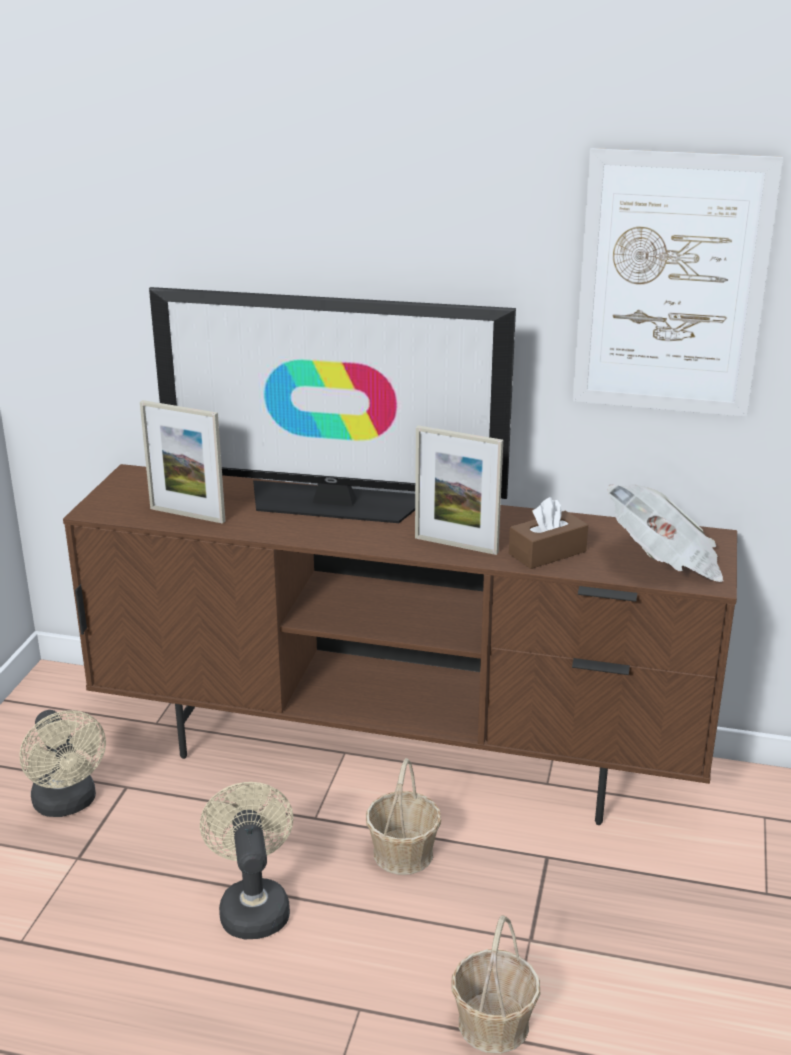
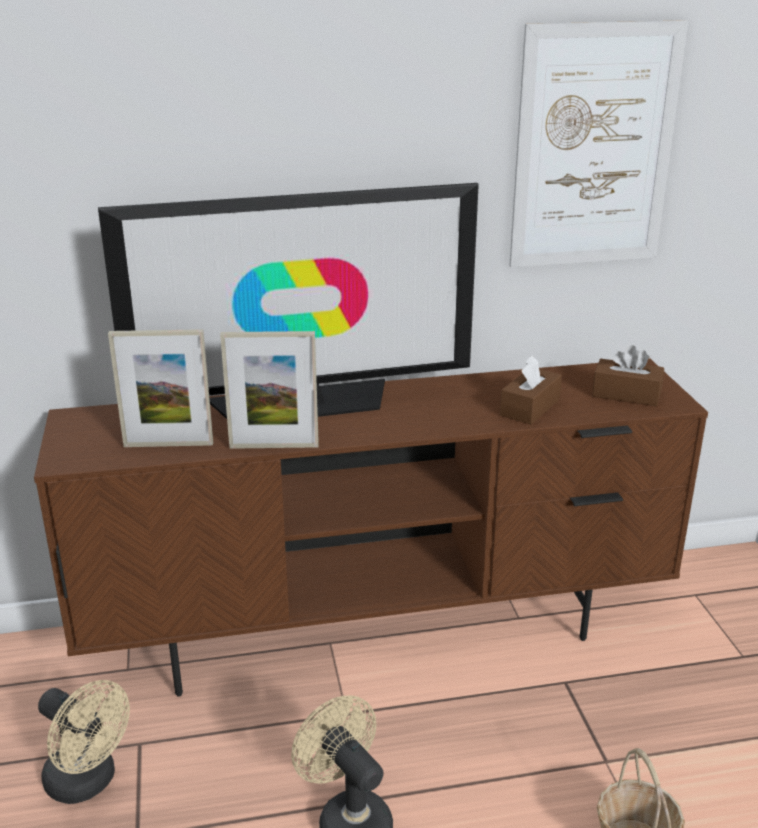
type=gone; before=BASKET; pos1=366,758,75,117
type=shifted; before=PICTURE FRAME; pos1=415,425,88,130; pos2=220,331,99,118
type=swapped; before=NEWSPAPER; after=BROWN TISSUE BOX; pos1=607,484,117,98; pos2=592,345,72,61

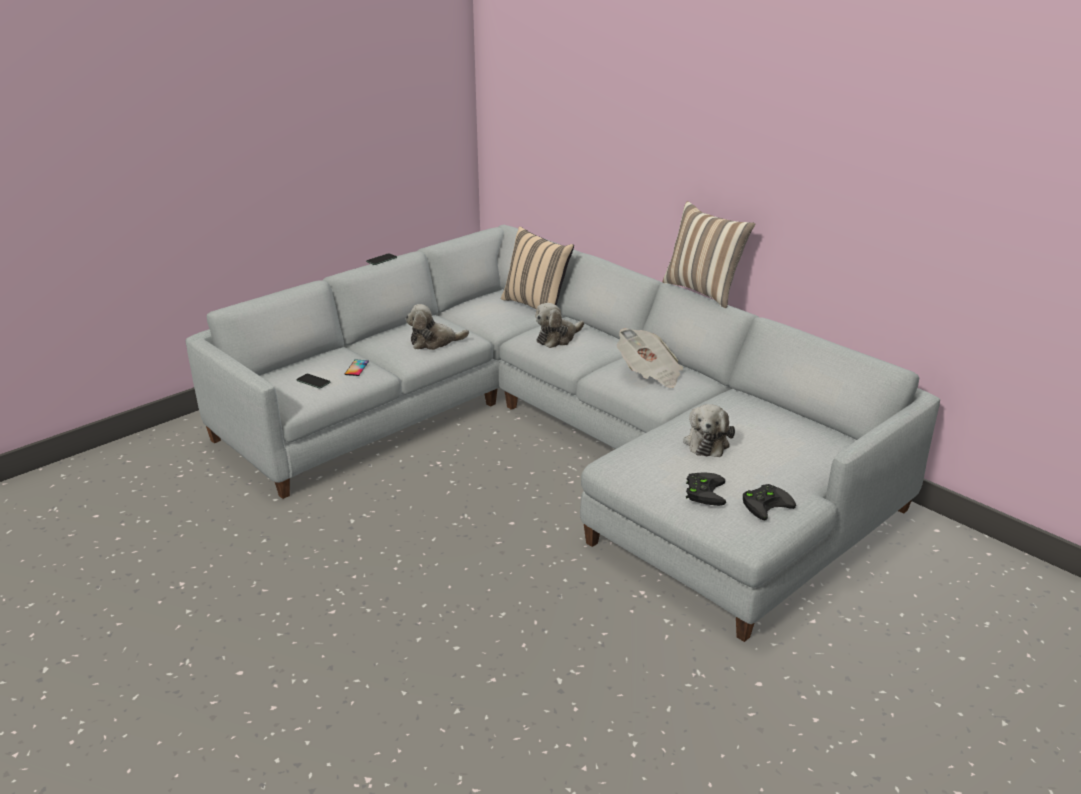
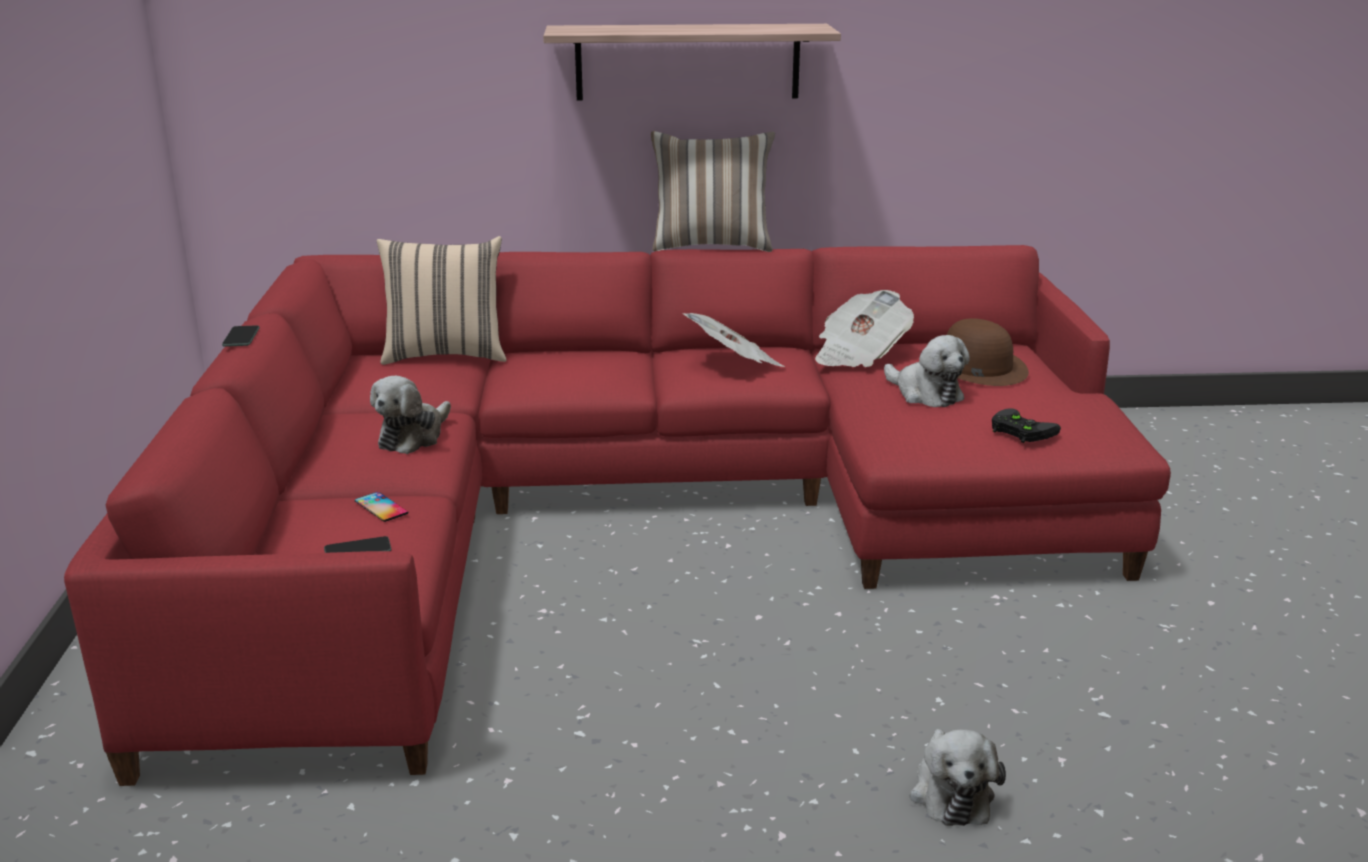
type=gone; before=BLACK GAME CONTROLLER; pos1=743,484,53,36
type=new; after=SHELF; pos2=543,24,298,77
type=new; after=NEWSPAPER; pos2=815,290,99,77
type=new; after=BROWN HAT; pos2=946,318,83,68
type=shifted; before=PLUSH TOY; pos1=535,303,49,45; pos2=910,729,96,97
type=repainted; before=GREY SOFA; after=RED SOFA; pos1=185,225,755,417; pos2=64,245,1107,541

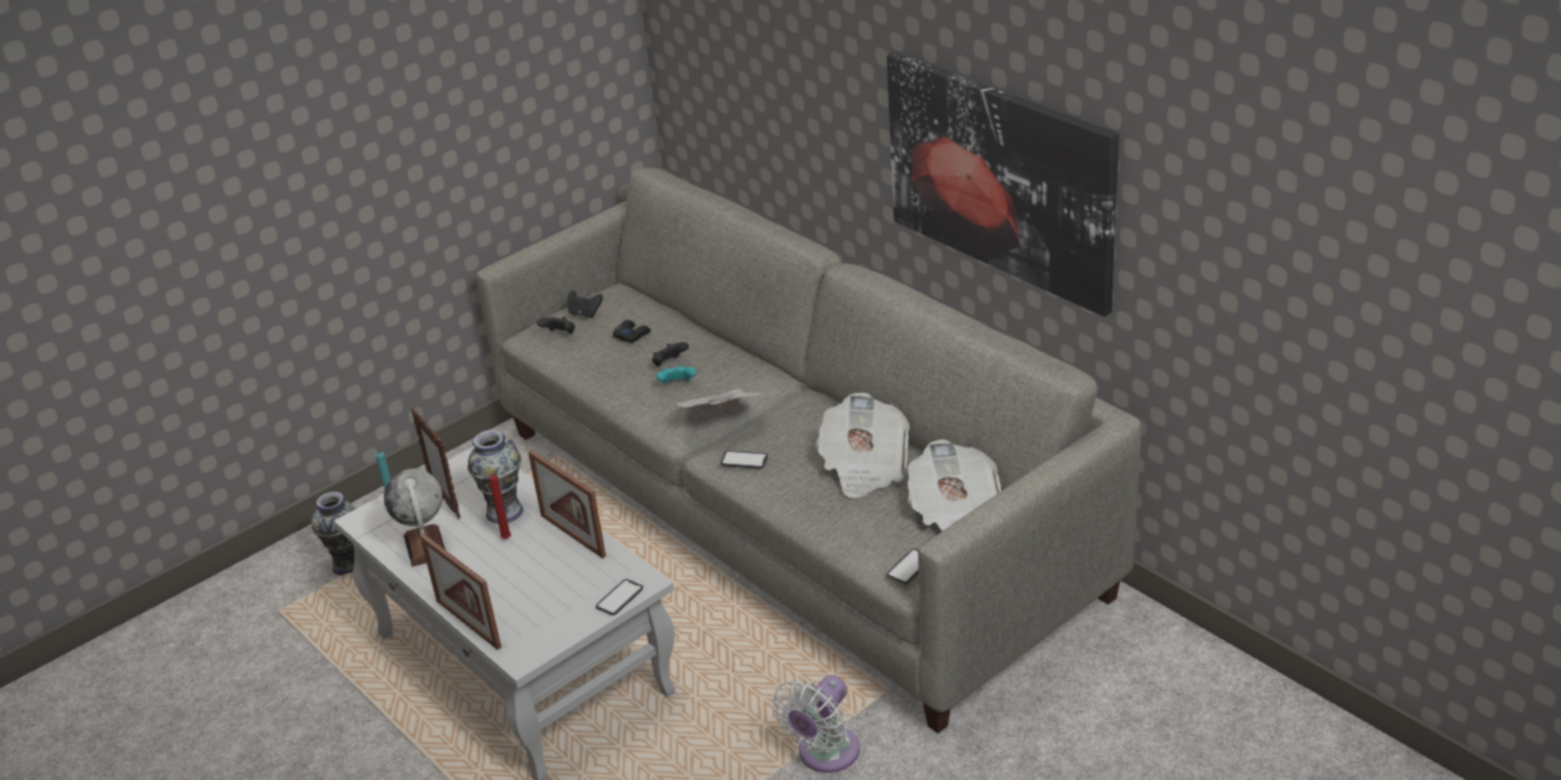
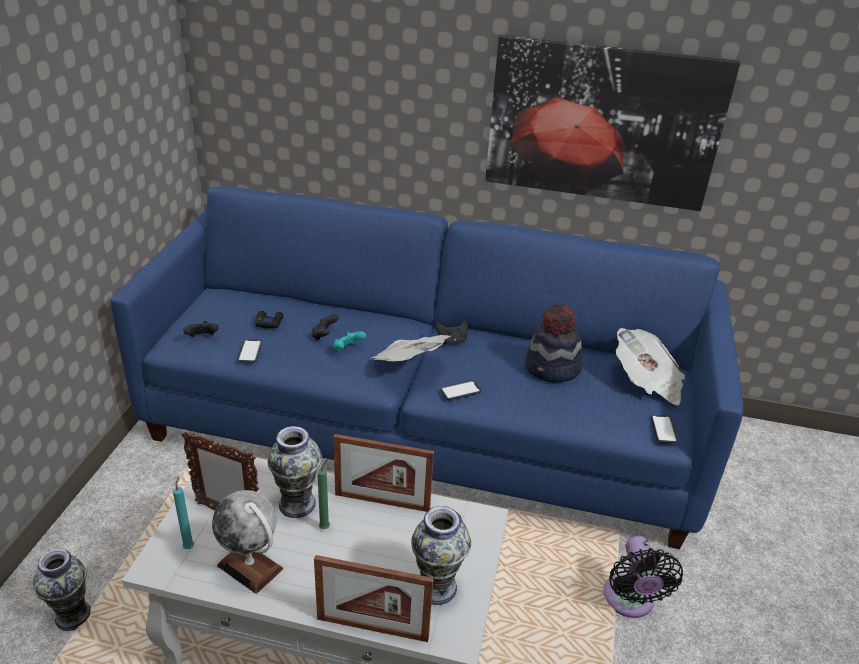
type=new; after=VASE; pos2=411,506,60,99
type=shifted; before=BLACK GAME CONTROLLER; pos1=567,290,36,28; pos2=435,320,33,24
type=shifted; before=PHONE; pos1=596,579,47,36; pos2=237,339,25,24
type=swapped; before=NEWSPAPER; after=HAT; pos1=816,393,94,105; pos2=525,304,58,79
type=repainted; before=GREY SOFA; after=BLUE SOFA; pos1=476,168,665,565; pos2=111,186,633,363
type=repainted; before=RED CANDLE; after=GREEN CANDLE; pos1=489,467,22,72; pos2=317,459,13,70
type=repainted; before=WHITE FAN; after=BLACK FAN; pos1=772,675,88,98; pos2=604,536,79,82

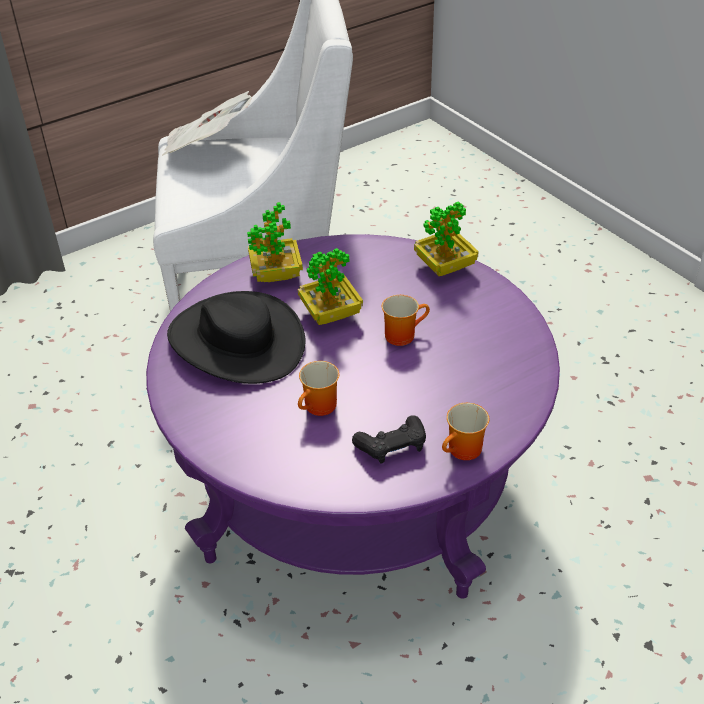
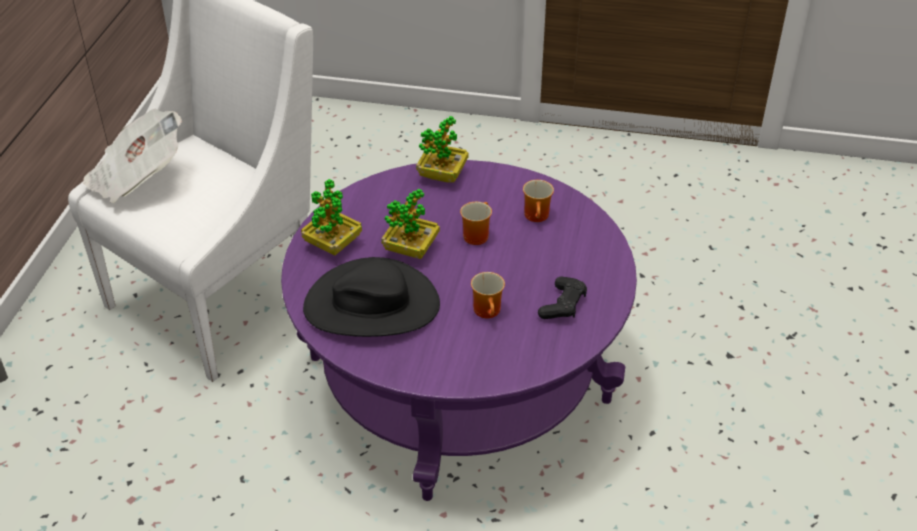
type=shifted; before=MUG; pos1=442,403,47,57; pos2=523,180,31,42

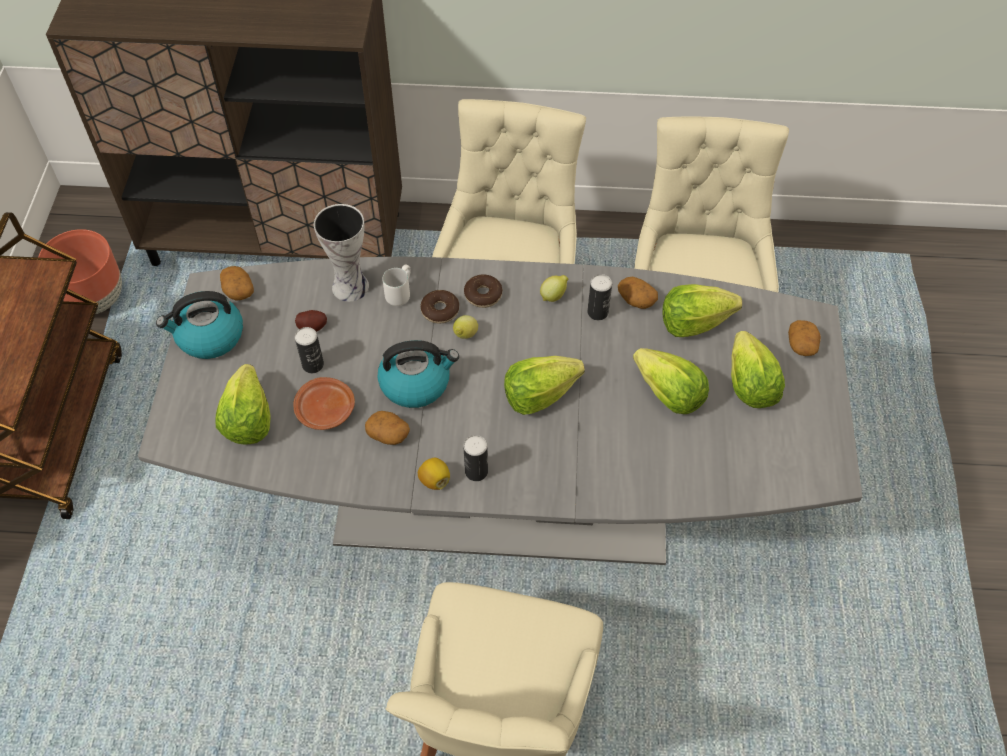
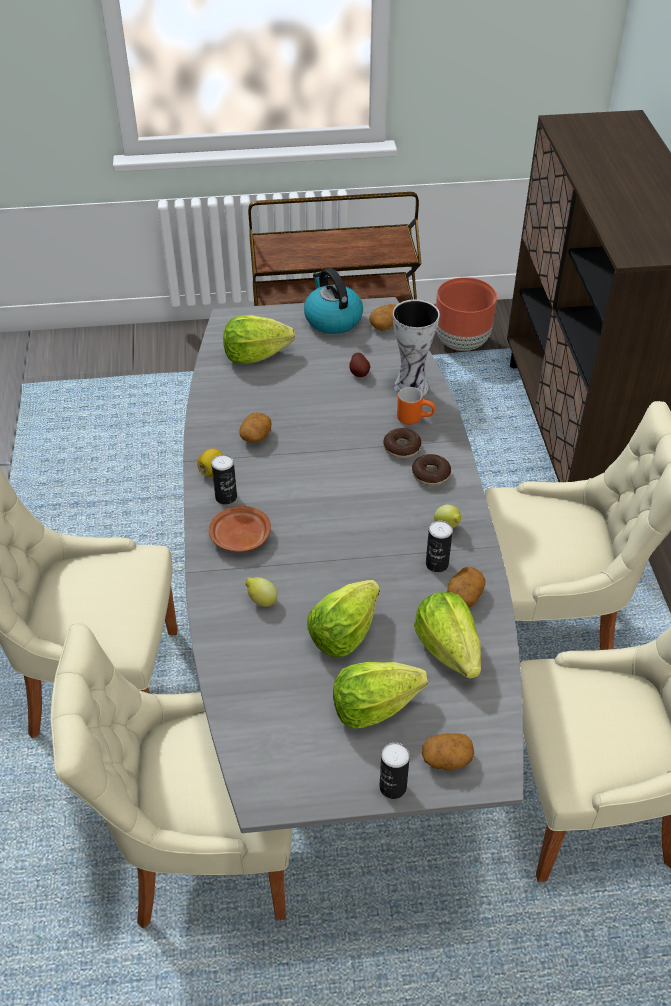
type=gone; before=KETTLE; pos1=378,340,81,68
type=gone; before=LETTUCE; pos1=504,356,81,59
type=new; after=BEIGE CHAIR; pos2=51,623,241,306
type=shifted; before=BROWN PLATE; pos1=293,377,62,53; pos2=209,506,62,46
type=shifted; before=CAN; pos1=295,327,29,46; pos2=379,743,31,56
type=shifted; before=LEMON; pos1=453,315,25,24; pos2=245,577,33,30
type=repainted; before=WHITE MUG; after=ORANGE MUG; pos1=382,265,29,41; pos2=397,387,38,38

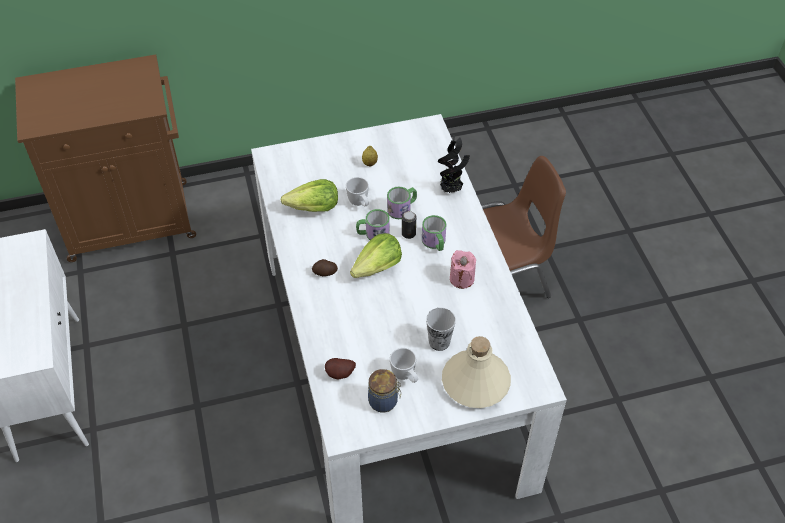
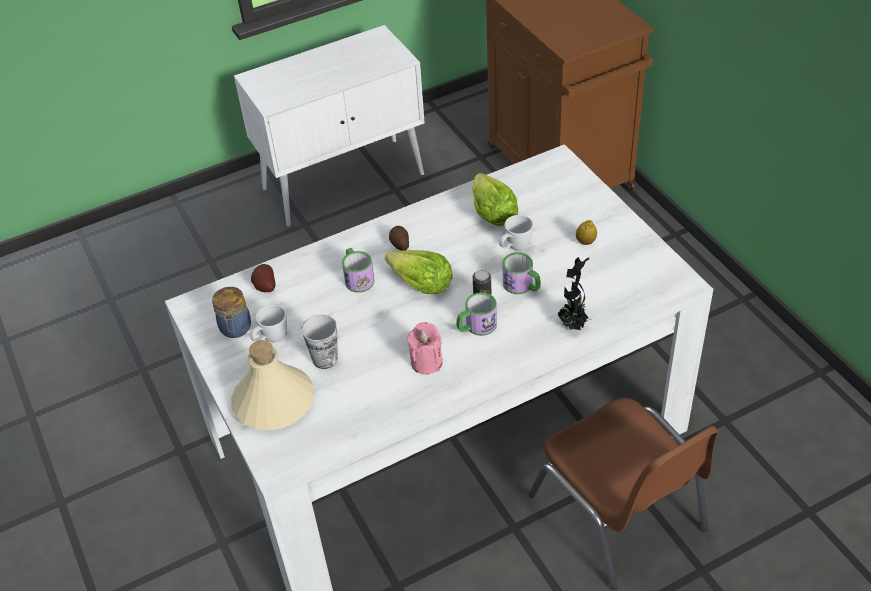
type=shifted; before=MUG; pos1=356,209,34,31; pos2=342,248,33,45

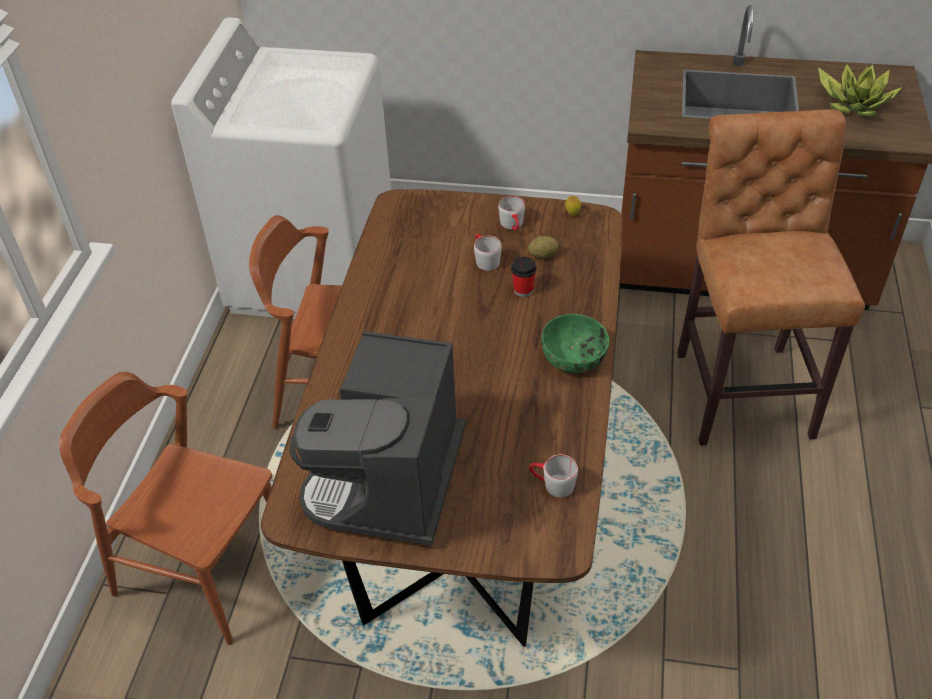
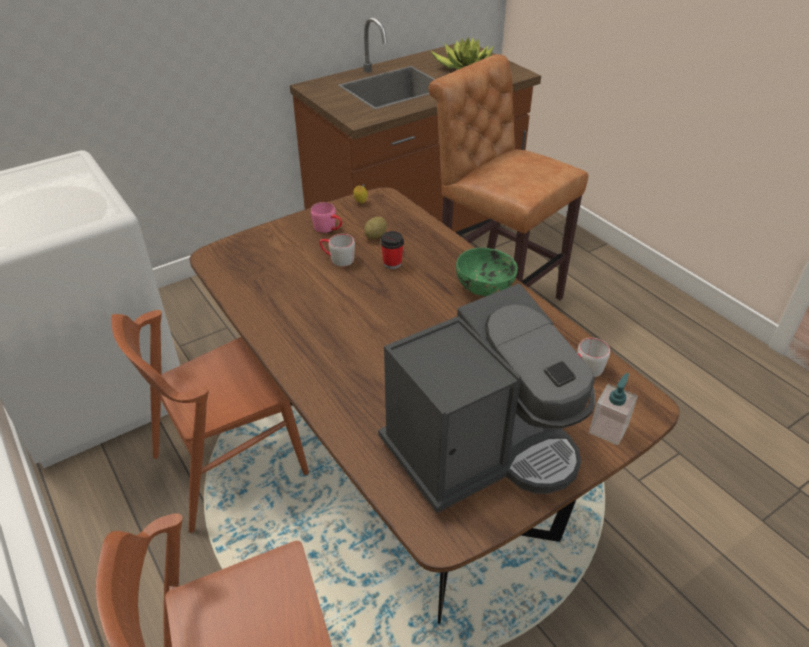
type=new; after=SOAP DISPENSER; pos2=589,373,49,72
type=repainted; before=GREY MUG; after=PINK MUG; pos1=498,196,27,35; pos2=311,202,31,31
type=rotated; before=COFFEE MACHINE; pos1=289,331,177,215; pos2=378,283,217,230; turn=-90

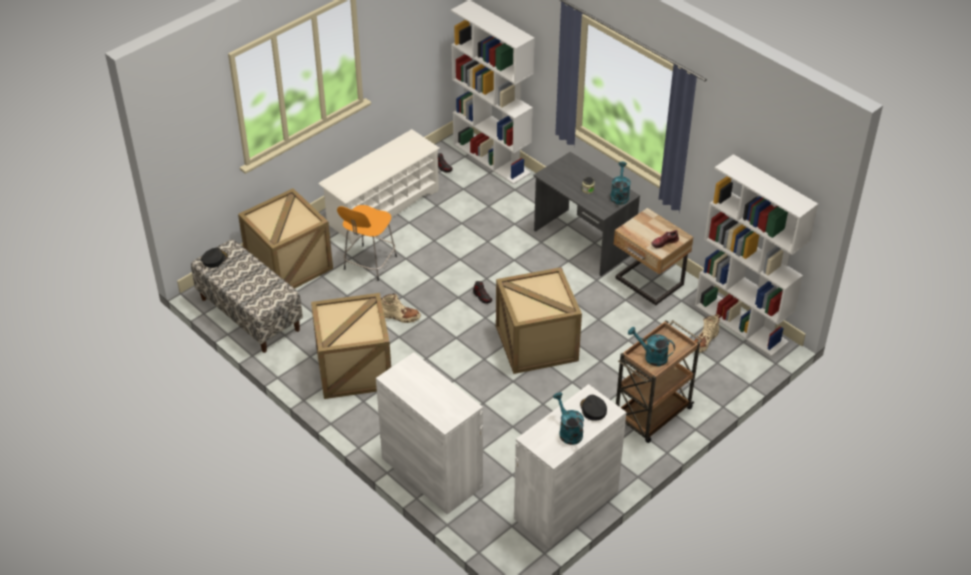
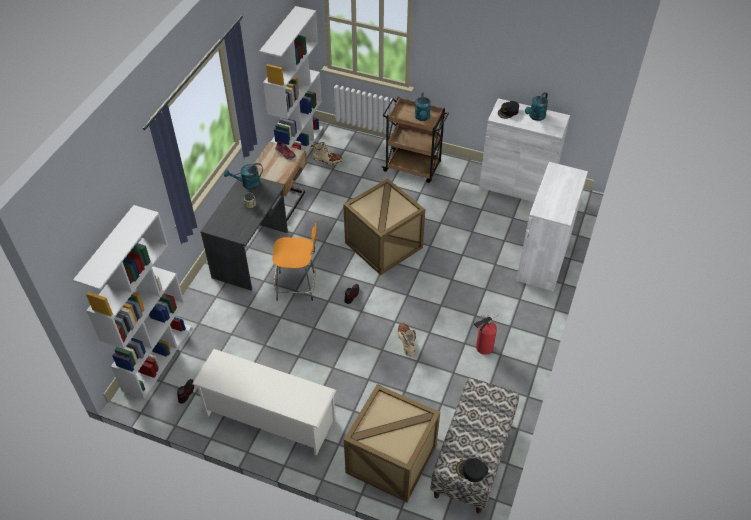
type=shifted; before=ORANGE STOOL; pos1=337,205,60,76; pos2=272,221,44,80
type=swapped; before=CRATE; after=FIRE EXTINGUISHER; pos1=311,293,80,106; pos2=474,314,24,41

